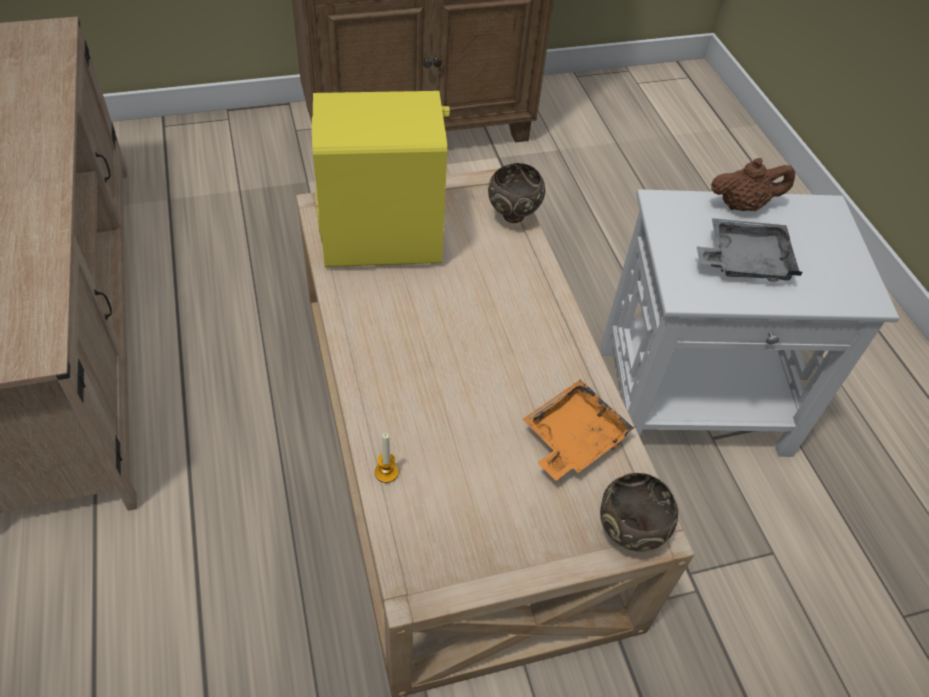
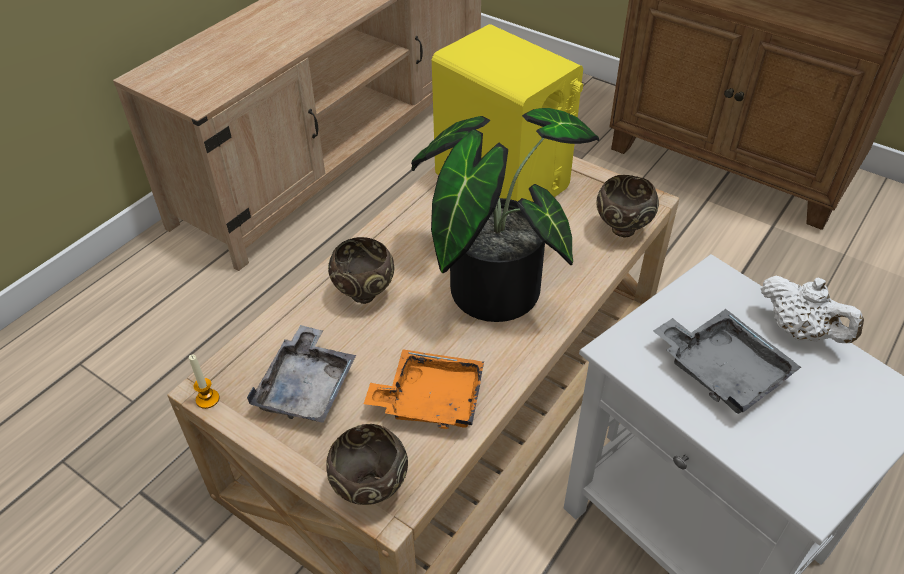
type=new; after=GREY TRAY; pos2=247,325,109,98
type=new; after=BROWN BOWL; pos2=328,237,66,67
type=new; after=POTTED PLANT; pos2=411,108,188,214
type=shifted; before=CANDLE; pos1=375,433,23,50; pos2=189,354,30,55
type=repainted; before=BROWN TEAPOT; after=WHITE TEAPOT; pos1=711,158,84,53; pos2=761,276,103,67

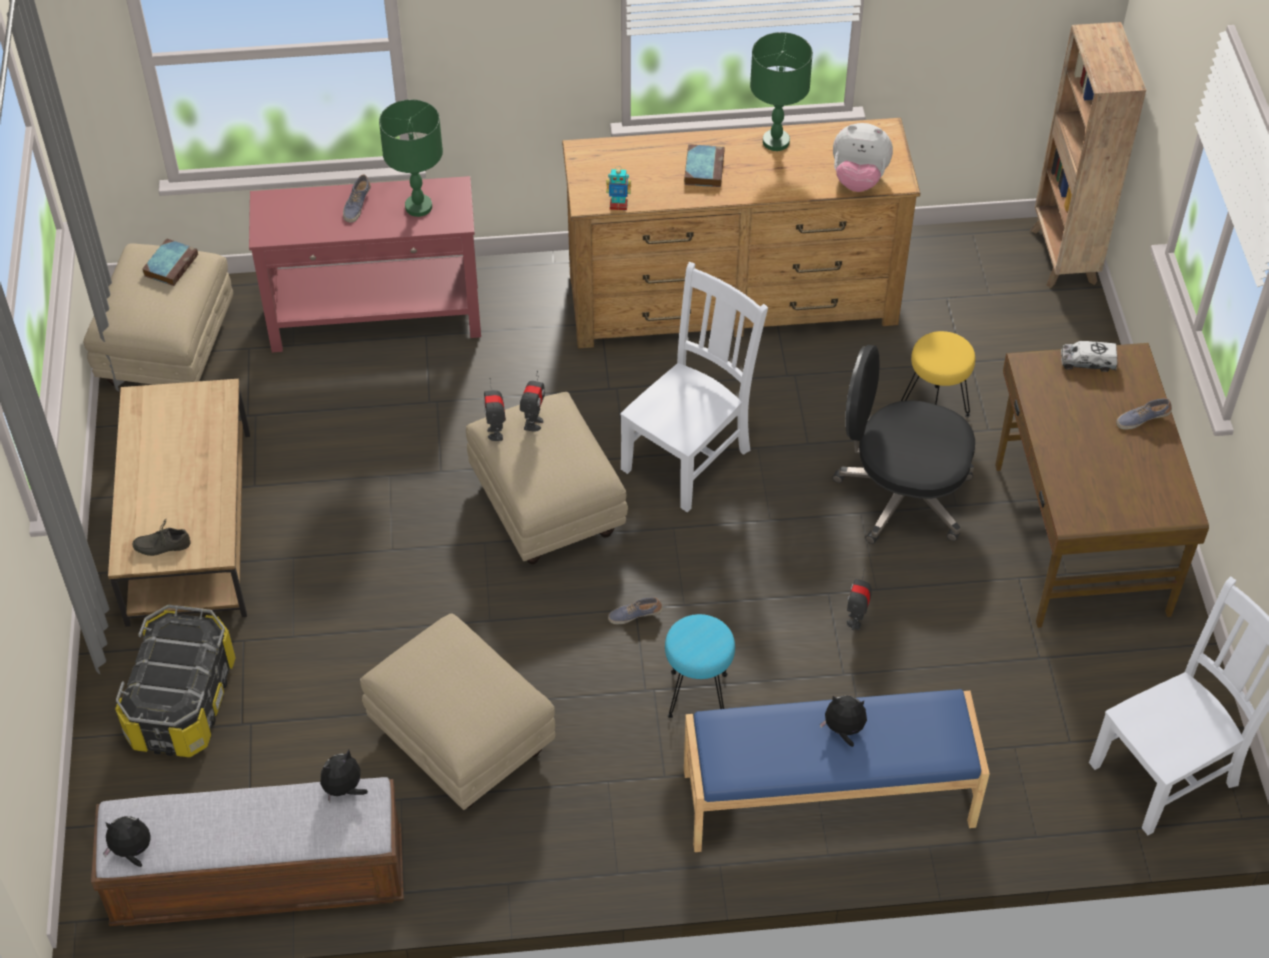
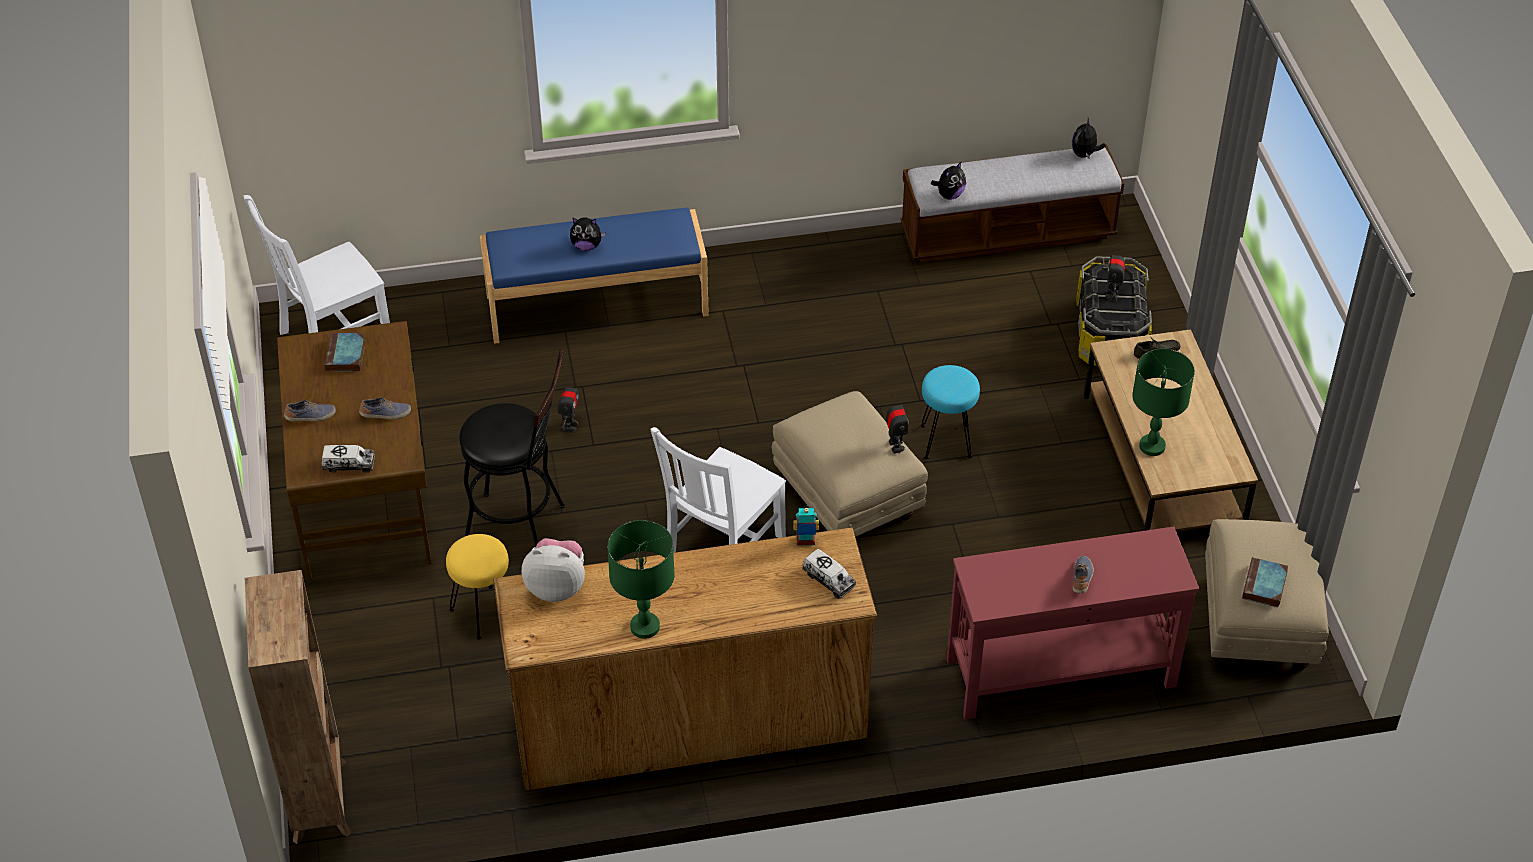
type=gone; before=BEIGE OTTOMAN; pos1=360,613,196,197
type=new; after=TOY TRUCK; pos2=802,549,54,50
type=shifted; before=GREEN TABLE LAMP; pos1=379,99,64,118; pos2=1132,349,63,107
type=shifted; before=TOY ROBOT; pos1=520,371,25,61; pos2=1105,244,20,57
type=shifted; before=SHOE; pos1=608,597,55,27; pos2=359,397,52,22
type=shifted; before=TURQUOISE STOOL; pos1=665,614,70,104; pos2=921,365,59,94
type=shifted; before=BOOK; pos1=684,144,41,43; pos2=325,333,41,39
type=swapped; before=BLACK OFFICE CHAIR; after=BLACK STOOL; pos1=832,345,143,199; pos2=459,350,106,197
type=rotated; before=PLUSH TOY; pos1=103,816,48,51; pos2=1072,118,34,41; turn=120

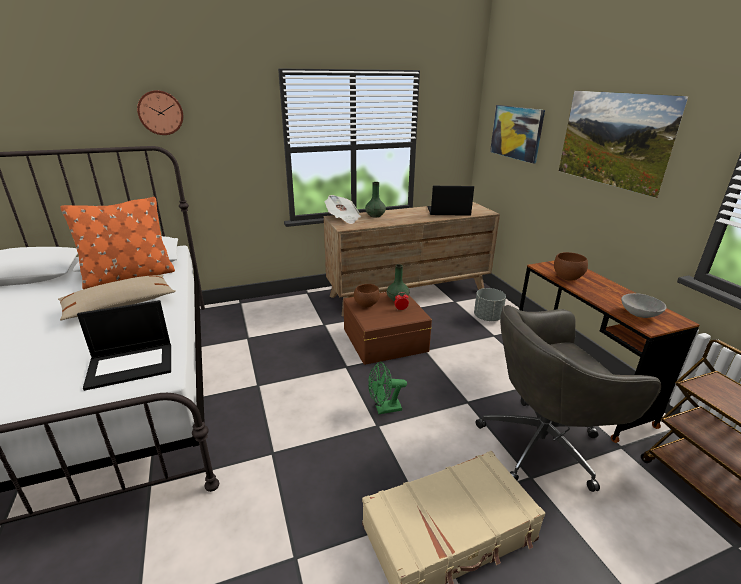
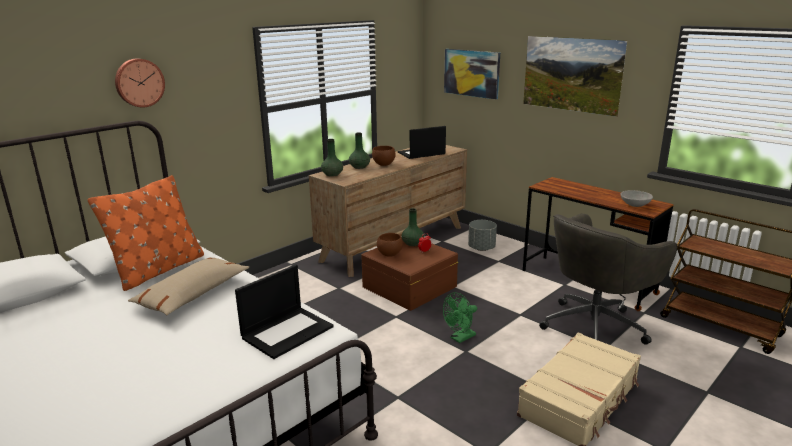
type=shifted; before=BROWN BOWL; pos1=554,252,34,29; pos2=372,146,24,20
type=swapped; before=NEWSPAPER; after=GREEN VASE; pos1=325,195,36,29; pos2=321,139,22,38

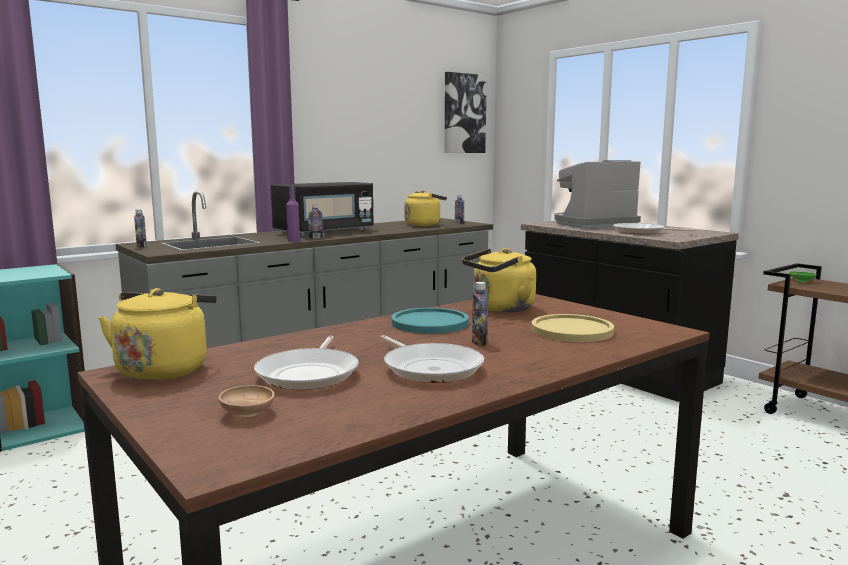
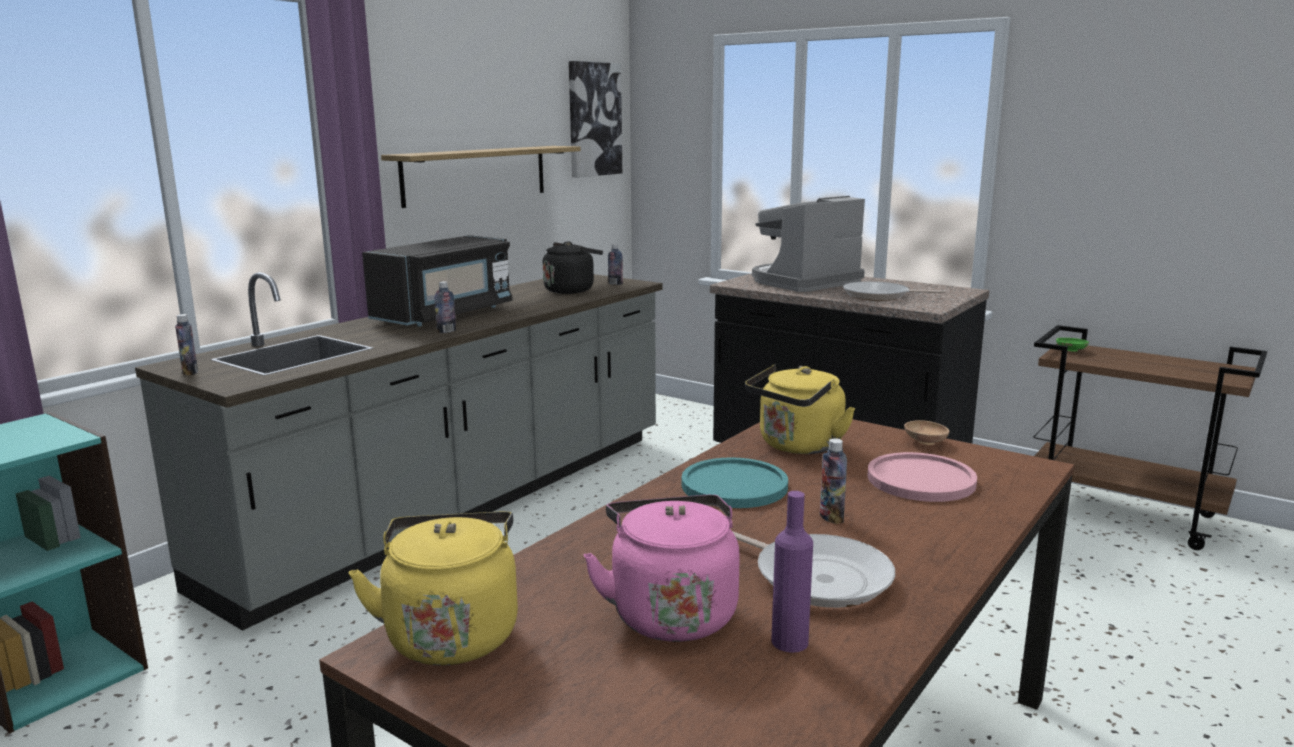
type=new; after=SHELF; pos2=381,146,200,62
type=shifted; before=BROWN BOWL; pos1=218,385,57,33; pos2=904,420,45,25
type=shifted; before=PURPLE BOTTLE; pos1=286,188,14,54; pos2=771,491,42,162
type=swapped; before=FRYING PAN; after=PINK KETTLE; pos1=254,336,105,54; pos2=583,495,157,147
type=repainted; before=YELLOW KETTLE; after=BLACK KETTLE; pos1=404,190,43,36; pos2=542,241,61,53
type=repainted; before=YELLOW PLATE; after=PINK PLATE; pos1=531,314,83,28; pos2=868,452,109,50

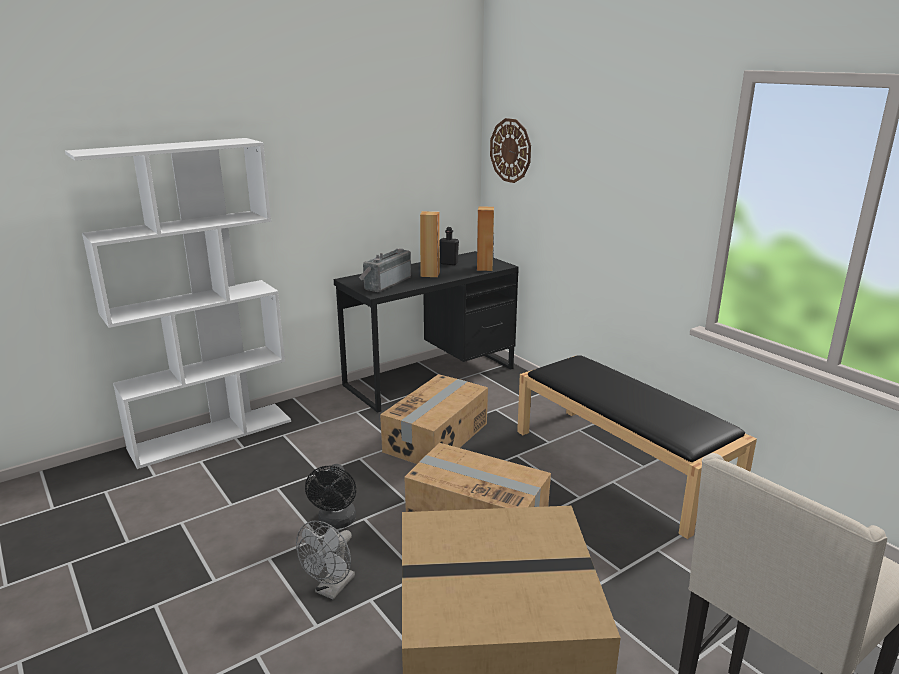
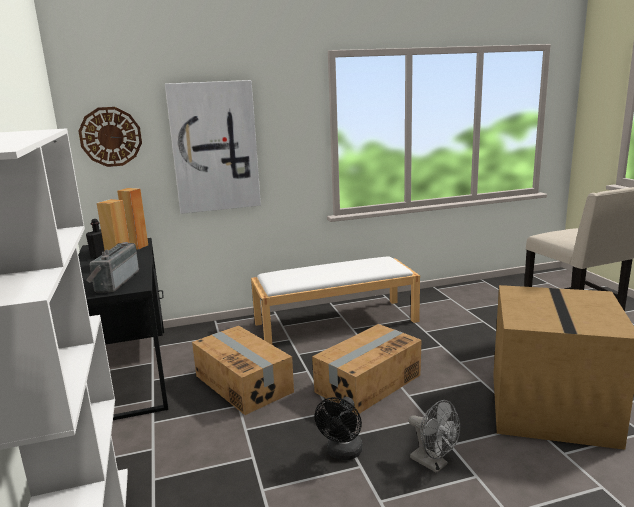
type=new; after=PICTURE; pos2=165,80,96,134
type=repainted; before=BLACK BENCH; after=WHITE BENCH; pos1=517,355,240,184; pos2=251,256,169,89
type=rotated; before=BLACK FAN; pos1=305,464,51,65; pos2=315,397,48,63; turn=90
type=rotated; before=RADIO; pos1=359,249,52,43; pos2=86,242,53,50; turn=45

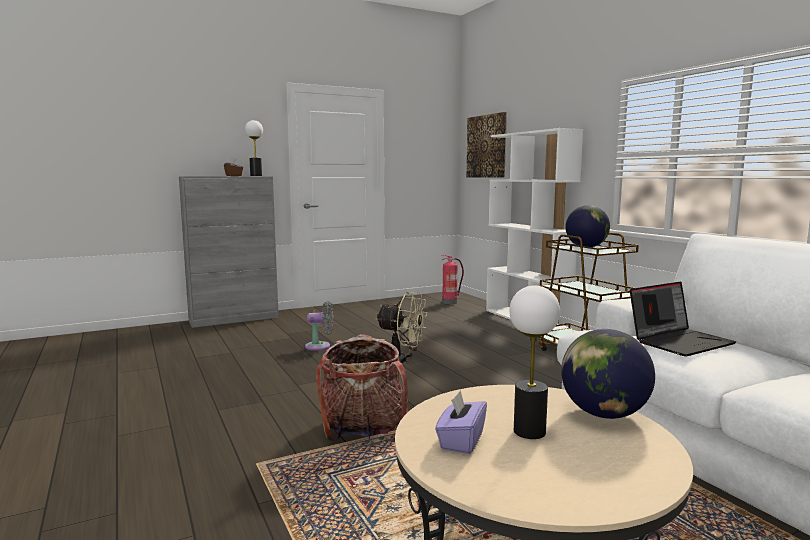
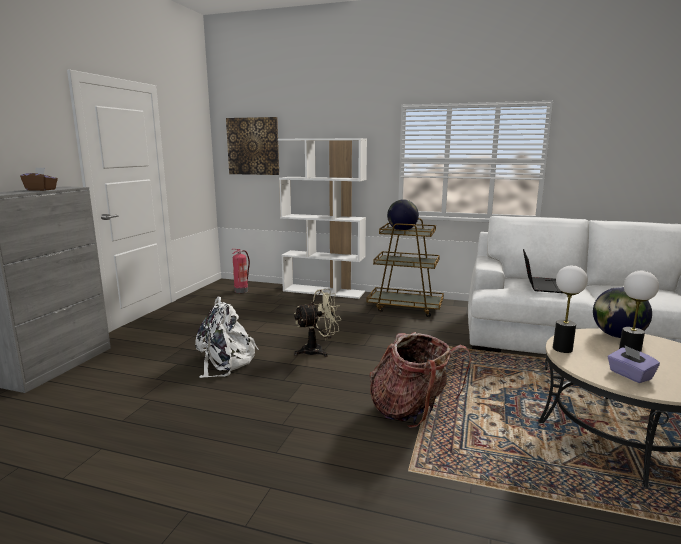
type=shifted; before=TABLE LAMP; pos1=245,120,18,56; pos2=553,265,35,88
type=swapped; before=GREY FAN; after=WHITE BACKPACK; pos1=305,301,28,50; pos2=195,297,64,81

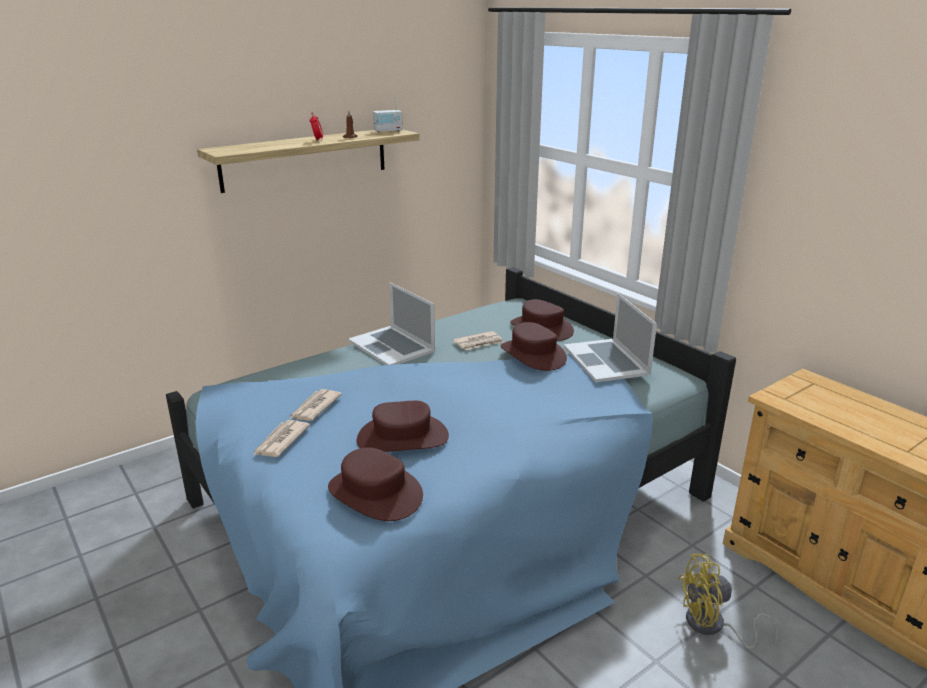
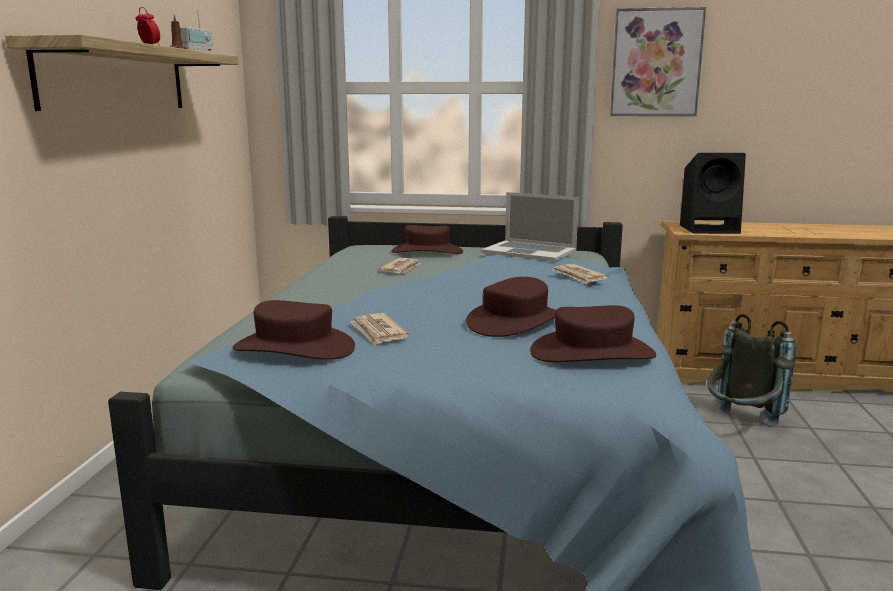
type=gone; before=LAPTOP; pos1=348,282,87,83
type=new; after=PICTURE; pos2=610,7,96,109
type=new; after=BLACK SPEAKER; pos2=680,153,66,81
type=shifted; before=NEWSPAPER; pos1=253,420,57,37; pos2=552,264,56,20
type=shifted; before=BROWN HAT; pos1=501,322,66,49; pos2=232,300,123,60
type=swapped; before=YELLOW FAN; after=GREY BACKPACK; pos1=678,554,101,95; pos2=707,314,89,111

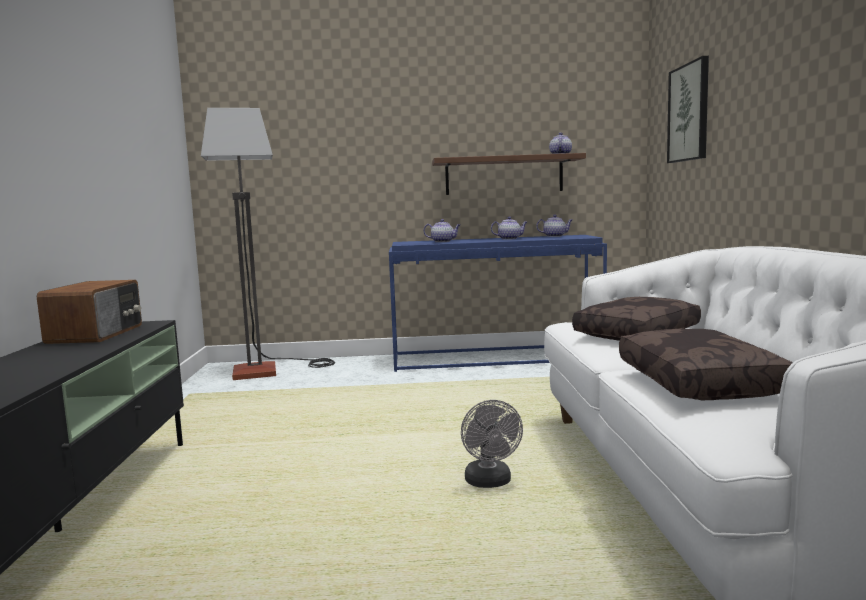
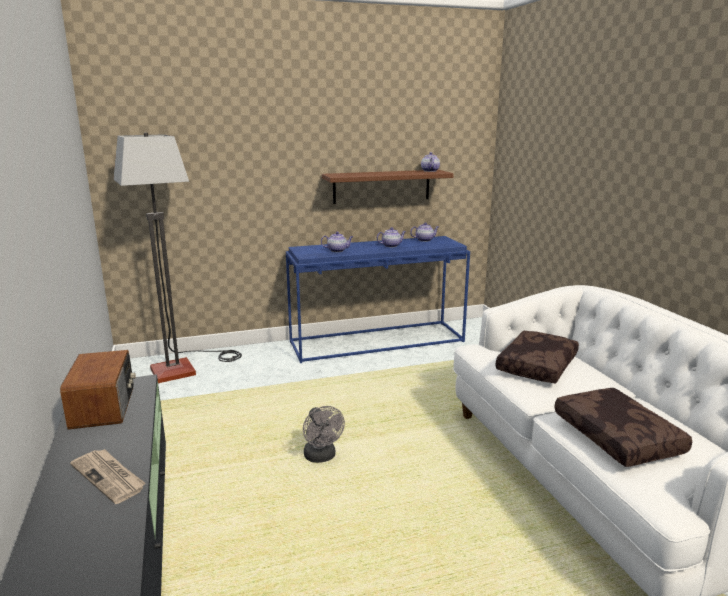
type=gone; before=PICTURE; pos1=667,56,42,107
type=new; after=NEWSPAPER; pos2=70,449,75,55
type=shifted; before=GREY FAN; pos1=461,400,62,88; pos2=303,406,42,57

